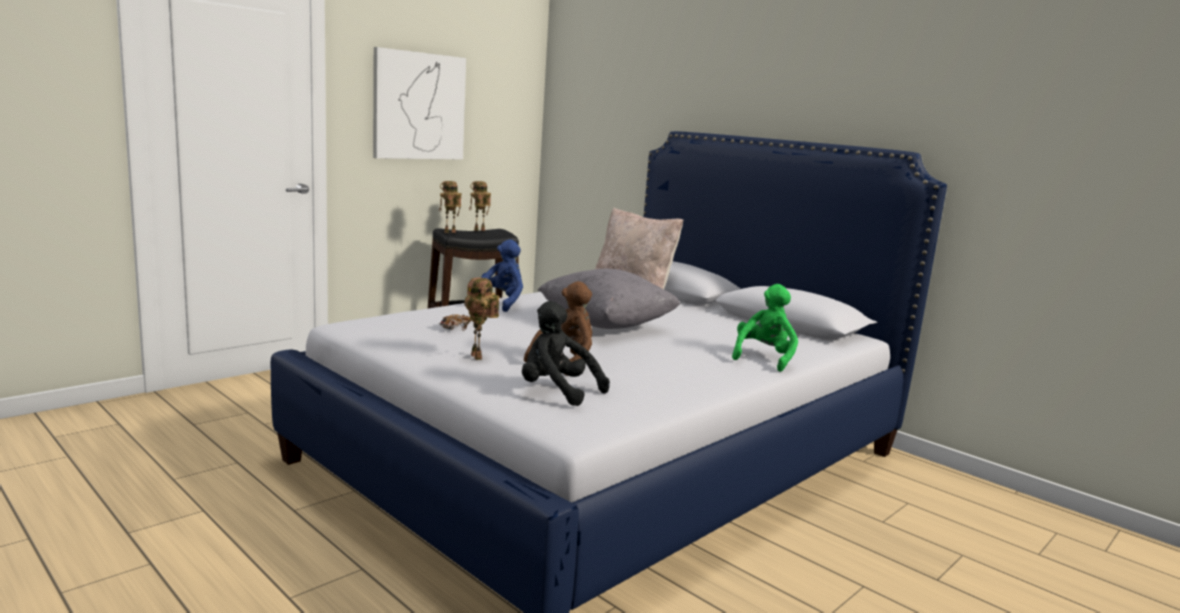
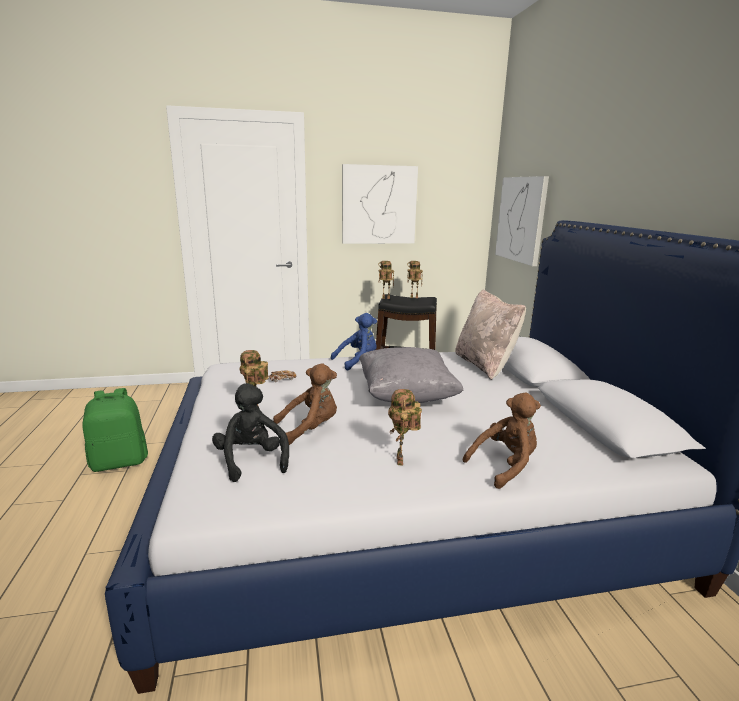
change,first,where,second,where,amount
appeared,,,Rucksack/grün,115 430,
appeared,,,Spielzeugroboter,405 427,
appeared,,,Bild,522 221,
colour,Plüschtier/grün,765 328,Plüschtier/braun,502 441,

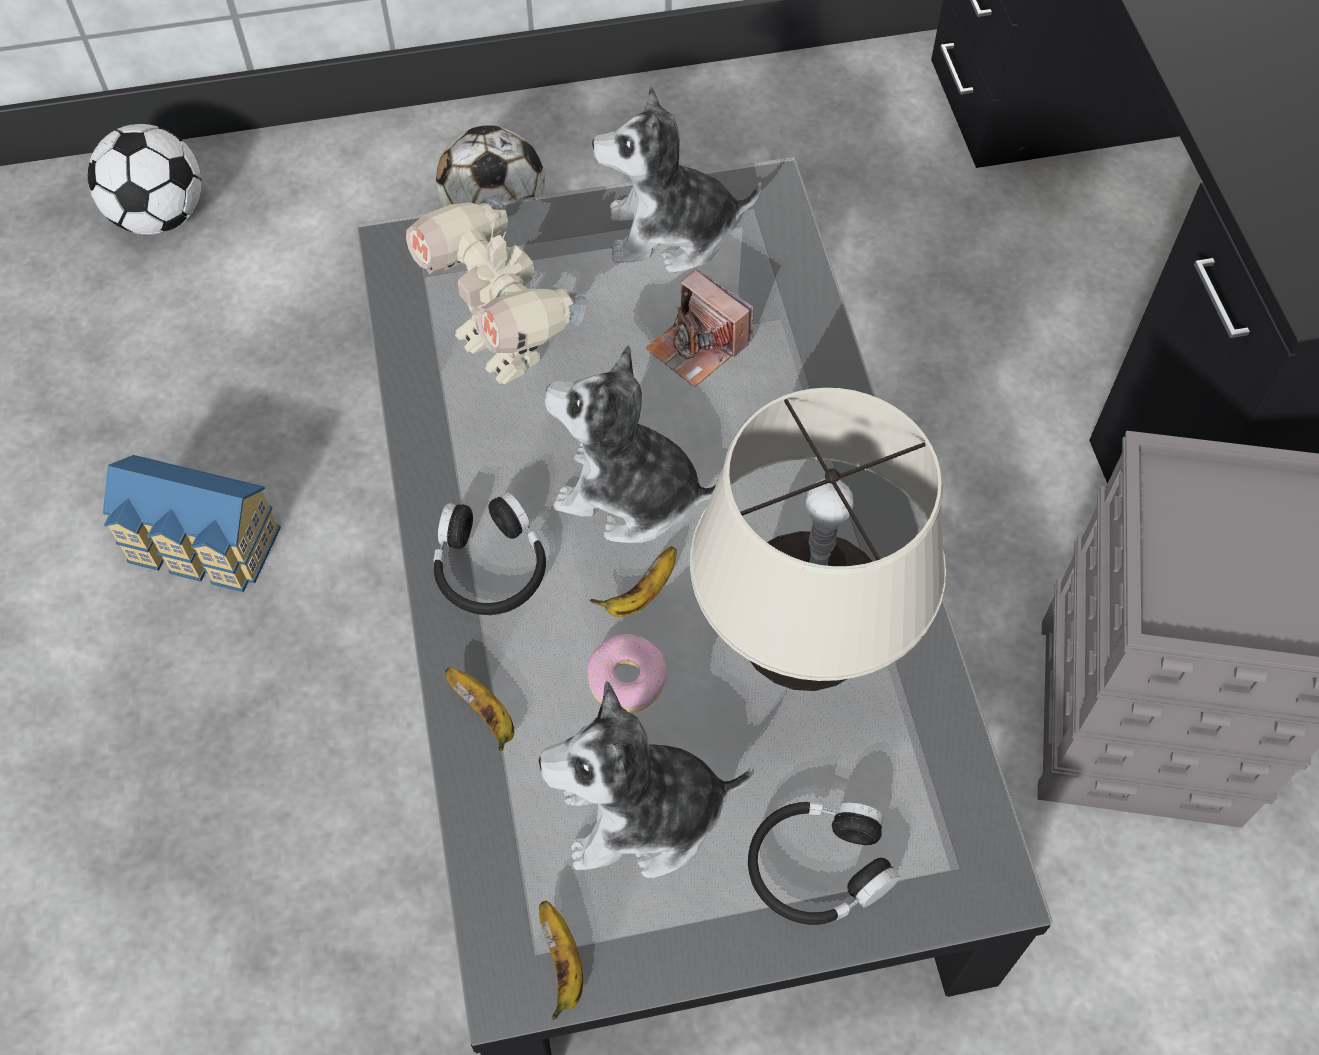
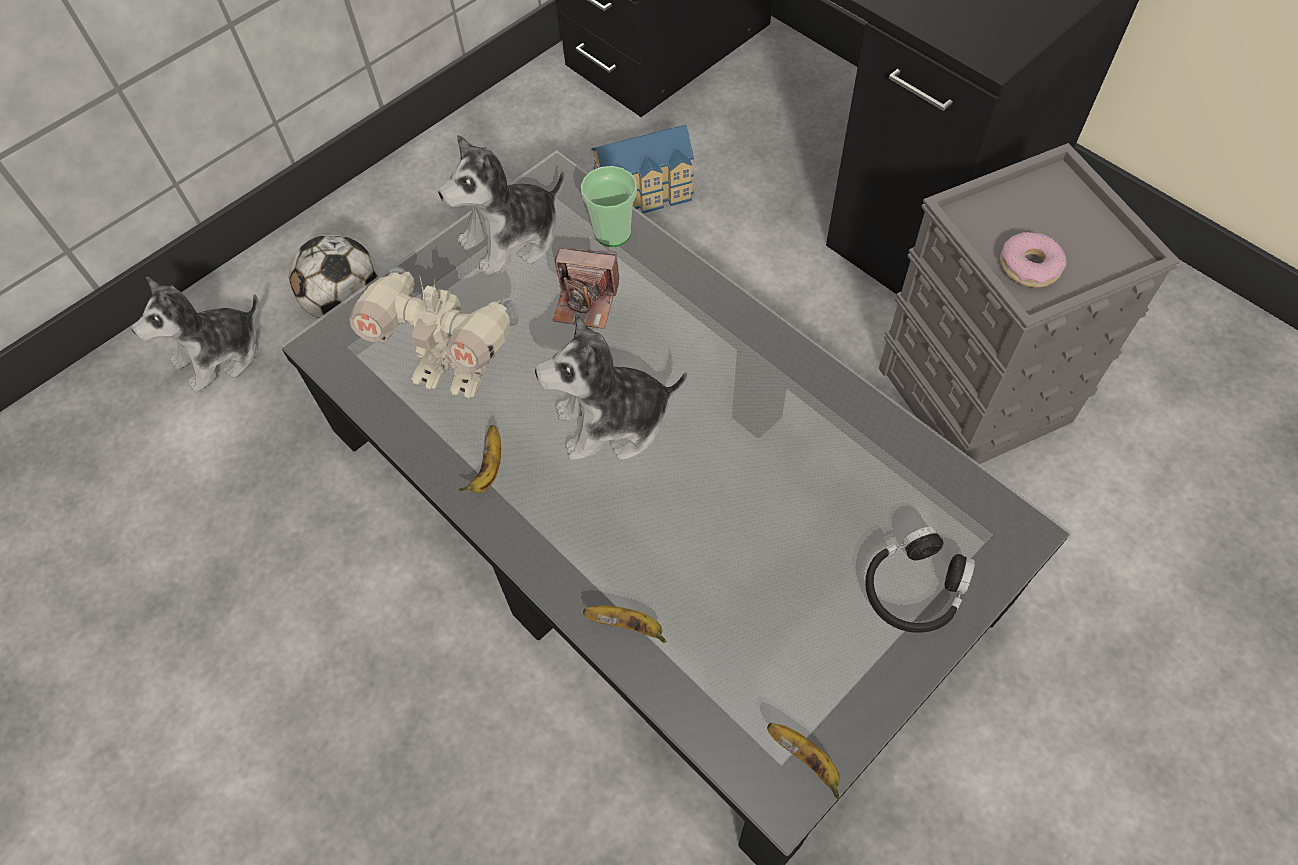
change,first,where,second,where,amount
missing,Fußball,145 179,,,
missing,Kopfhörer/schwarz,490 553,,,
missing,Tischlampe/beige,817 539,,,
appeared,,,Tasse,609 206,
relocated,Spielzeughaus,192 524,,642 169,
relocated,Plüschtier,646 779,,195 335,
relocated,Donut,627 673,,1033 260,
relocated,Banane,633 582,,479 459,

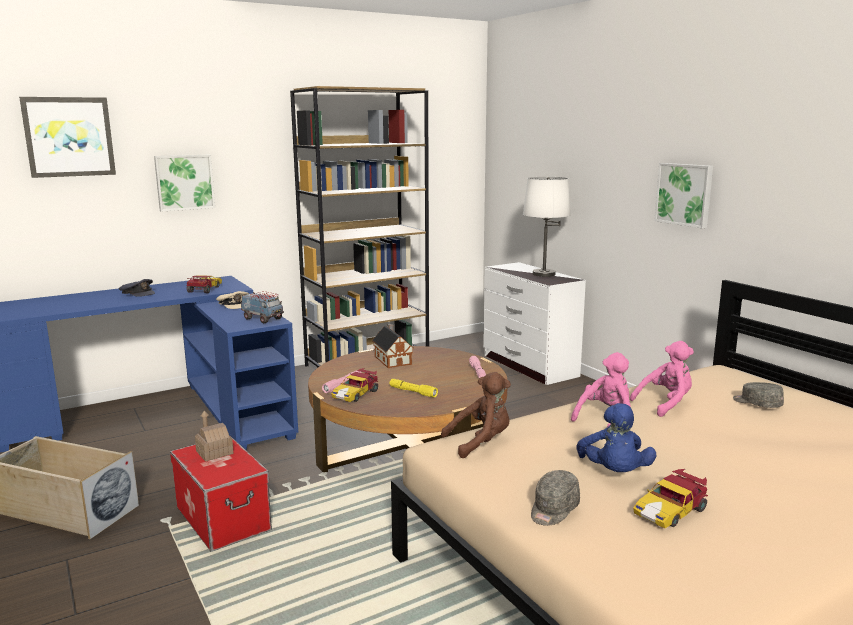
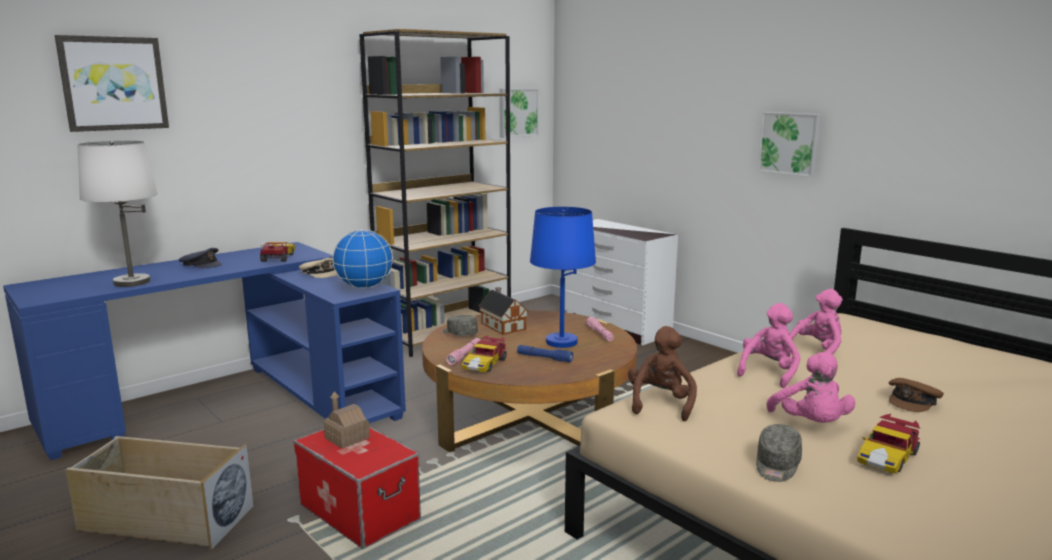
change,first,where,second,where,amount
appeared,,,Tischlampe/blau,563 277,
appeared,,,Kappe/braun,916 395,
relocated,Bild,184 183,,519 113,
relocated,Tischlampe/weiß,546 227,,117 214,
relocated,Kappe/grau,758 395,,460 325,
exchanged,Spielzeuglaster,262 307,Globus,362 259,
colour,Taschenlampe/gelb,414 388,Taschenlampe/blau,545 353,
colour,Plüschtier/blau,616 437,Plüschtier/rosa,810 387,
spun,Plüschtier/braun,476 415,,662 373,45 degrees counterclockwise

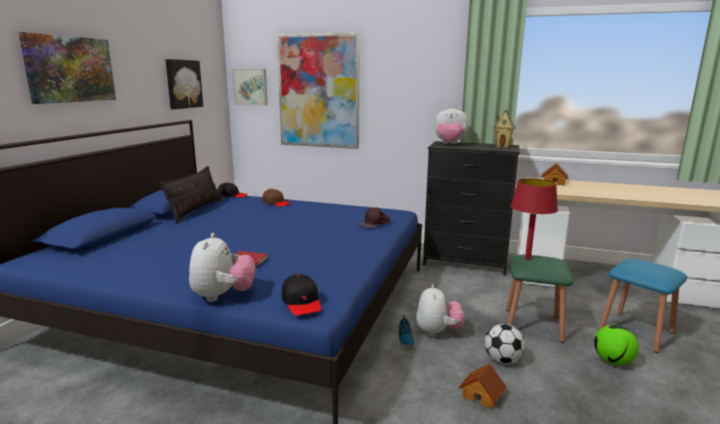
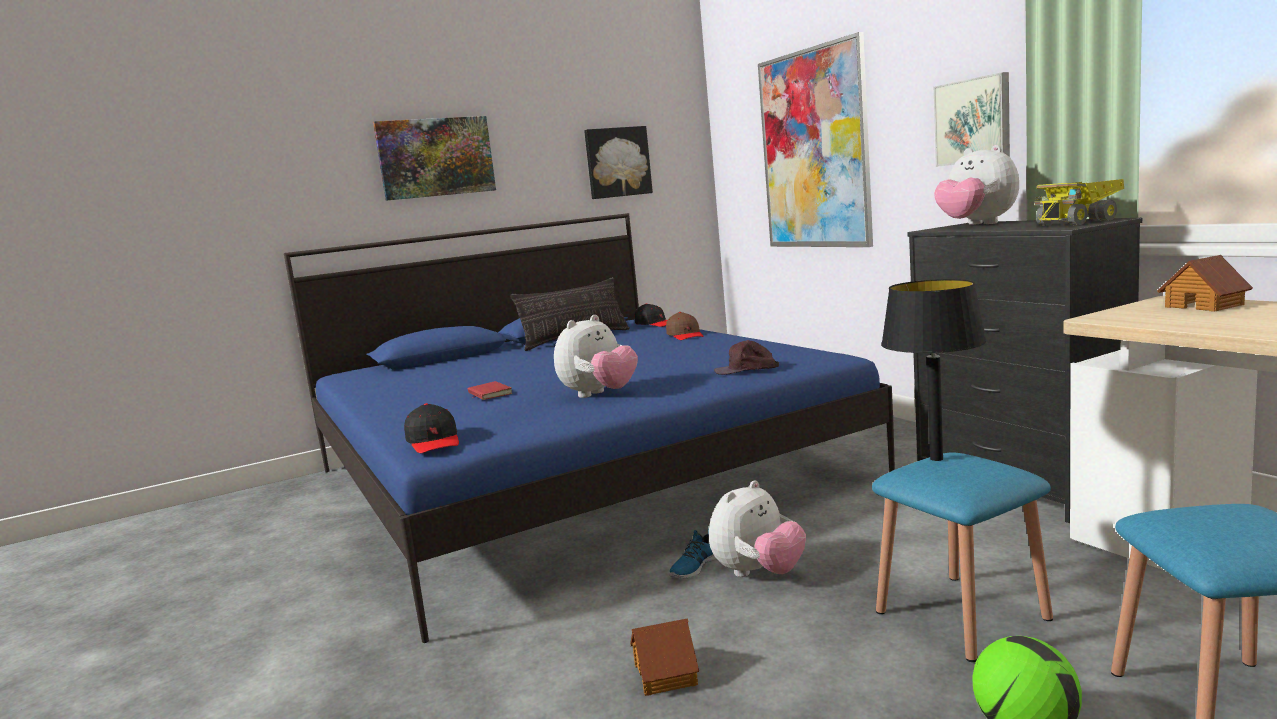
change,first,where,second,where,amount
missing,Fußball,505 344,,,
relocated,Plüschtier,222 267,,596 356,
relocated,Bild,250 87,,972 119,
exchanged,Spielzeughaus,504 128,Spielzeuglaster,1079 202,
colour,Hocker/grün,539 299,Hocker/blau,962 557,
colour,Tischlampe/rot,534 219,Tischlampe/schwarz,934 370,
spun,Kappe/schwarz,301 295,,431 428,45 degrees counterclockwise

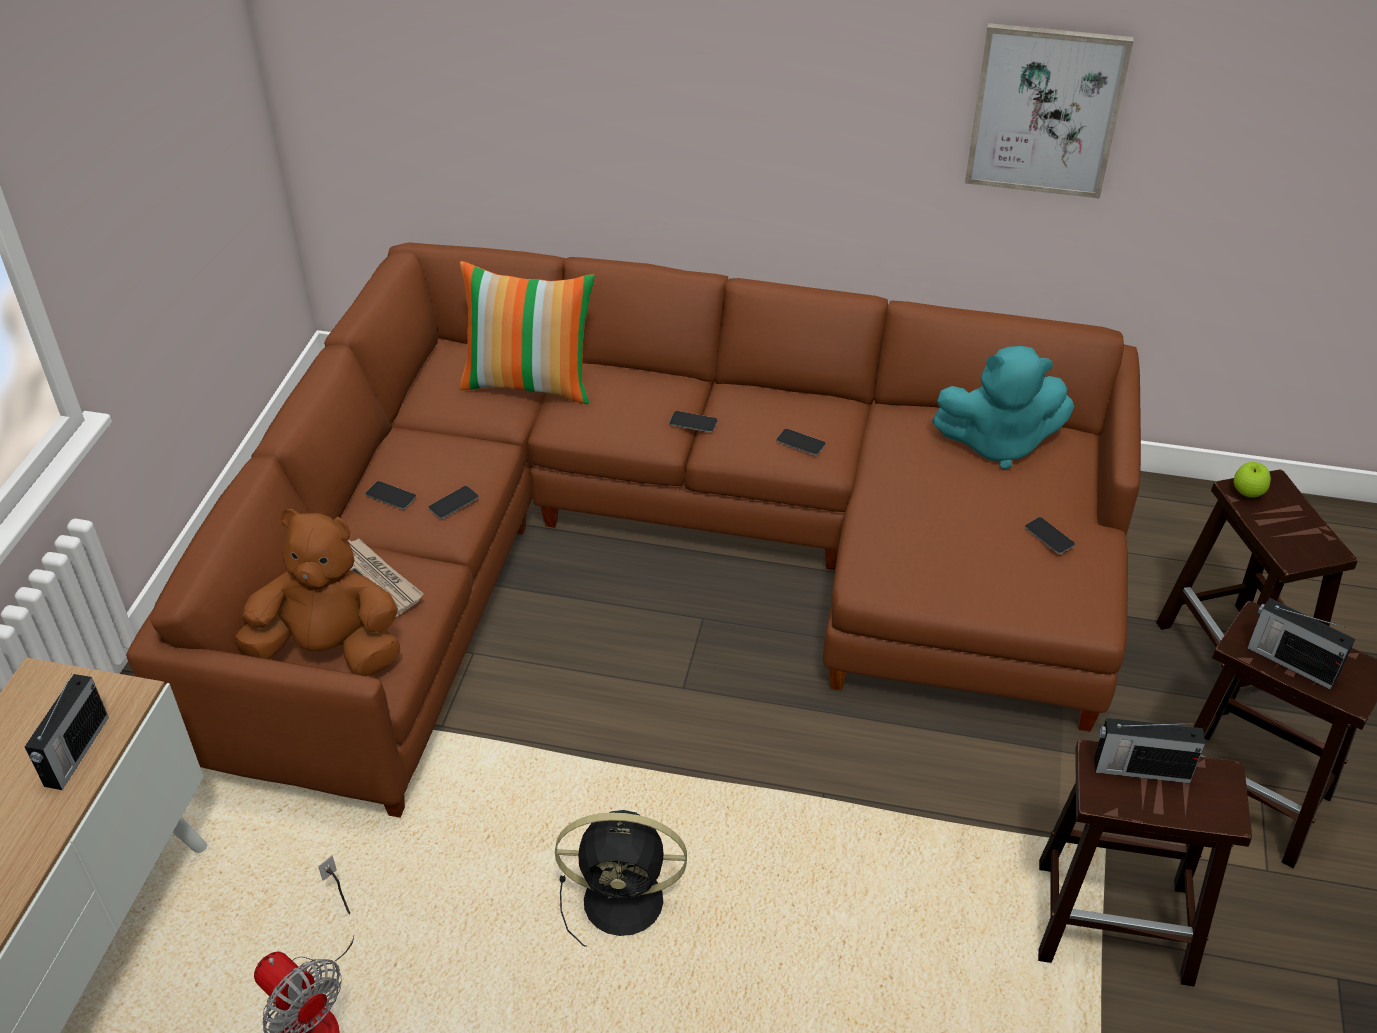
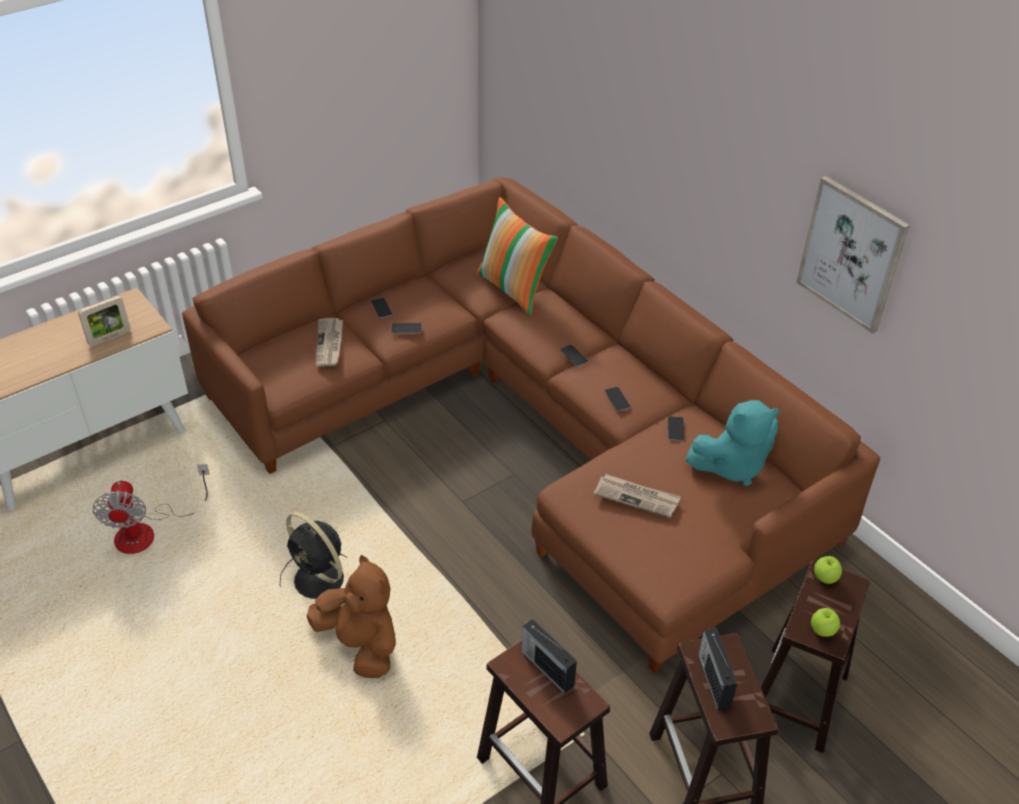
change,first,where,second,where,amount
appeared,,,Zeitung,637 496,
appeared,,,Apfel,825 622,
relocated,Plüschtier/braun,317 592,,351 616,
relocated,Handy,1050 535,,676 428,
exchanged,Radio,67 731,Bilderrahmen,104 321,
spun,Plüschtier/türkis,1003 408,,732 443,60 degrees counterclockwise

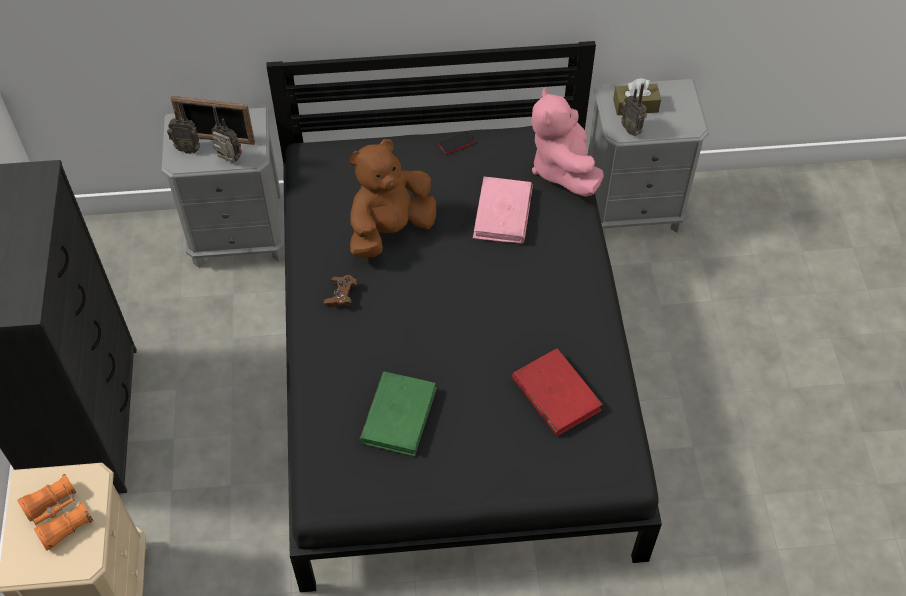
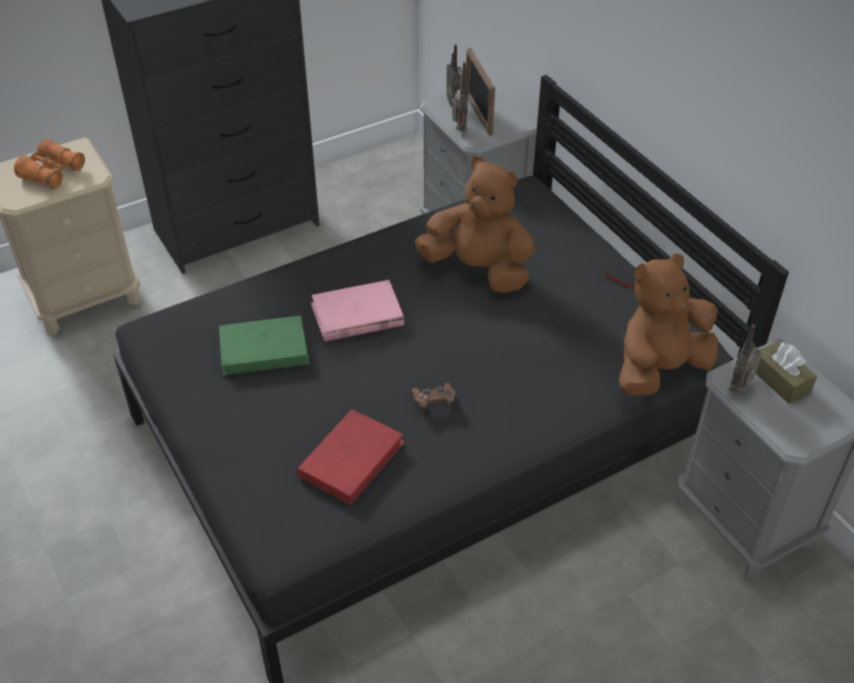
change,first,where,second,where,amount
relocated,Gamepad/braun,341 291,,433 398,
relocated,Buch/rosa,503 210,,357 310,
colour,Plüschtier/rosa,568 142,Plüschtier/braun,668 324,

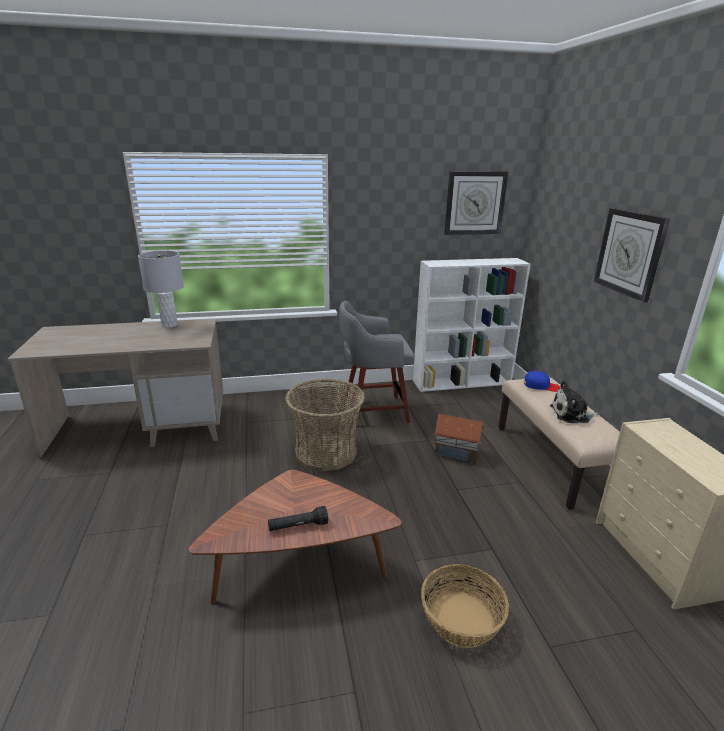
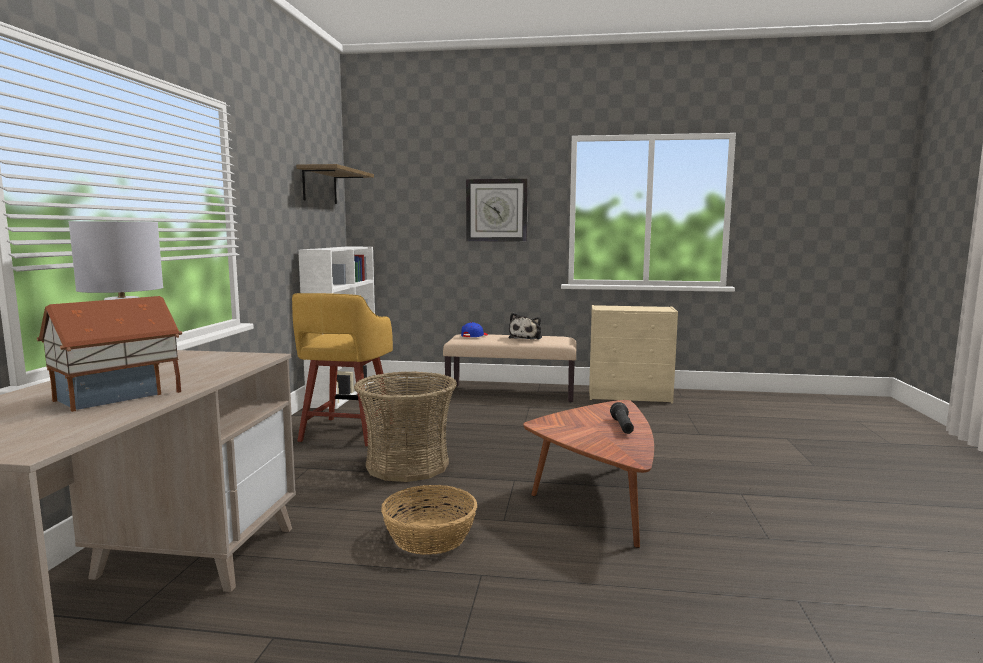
change,first,where,second,where,amount
relocated,Korb,465 606,,429 520,
relocated,Spielzeughaus,459 439,,109 354,
exchanged,Wanduhr,476 203,Wandregal,335 184,
colour,Hocker/grau,377 362,Hocker/gelb,342 369,

